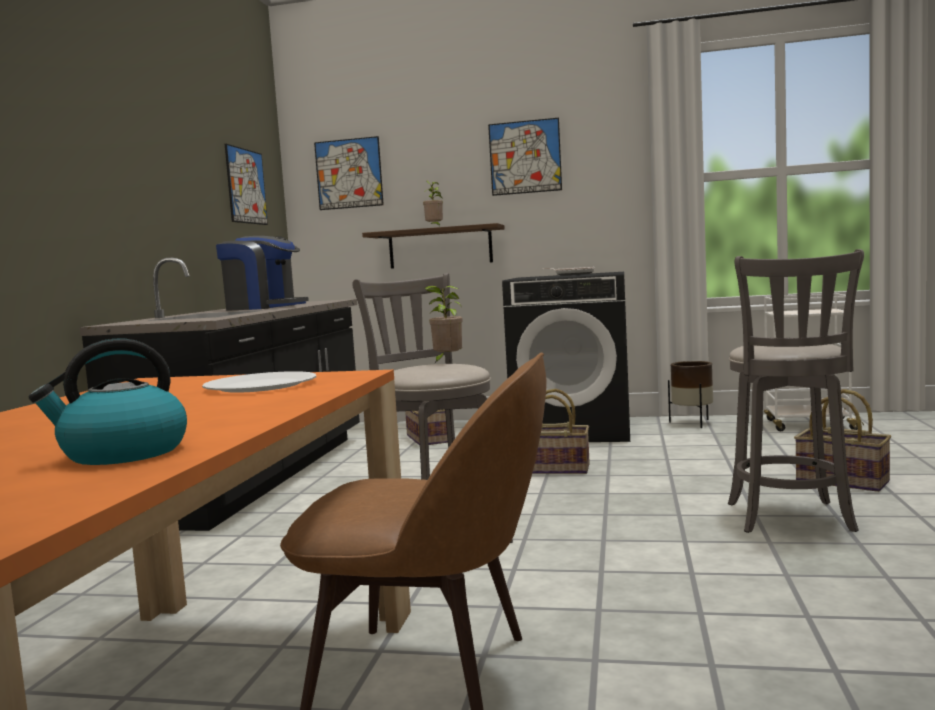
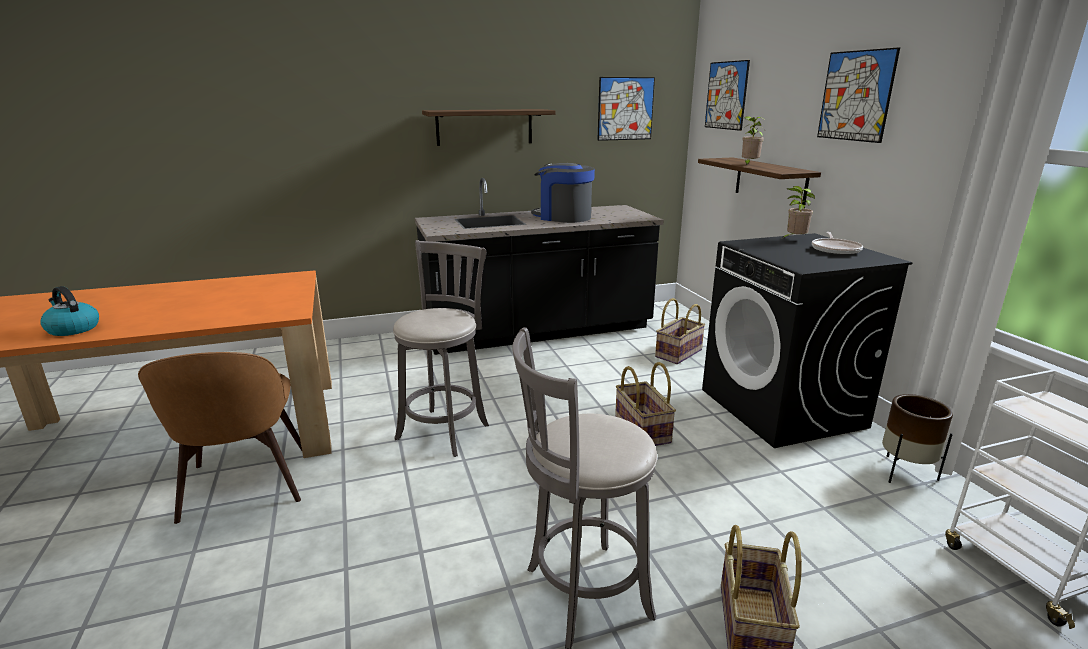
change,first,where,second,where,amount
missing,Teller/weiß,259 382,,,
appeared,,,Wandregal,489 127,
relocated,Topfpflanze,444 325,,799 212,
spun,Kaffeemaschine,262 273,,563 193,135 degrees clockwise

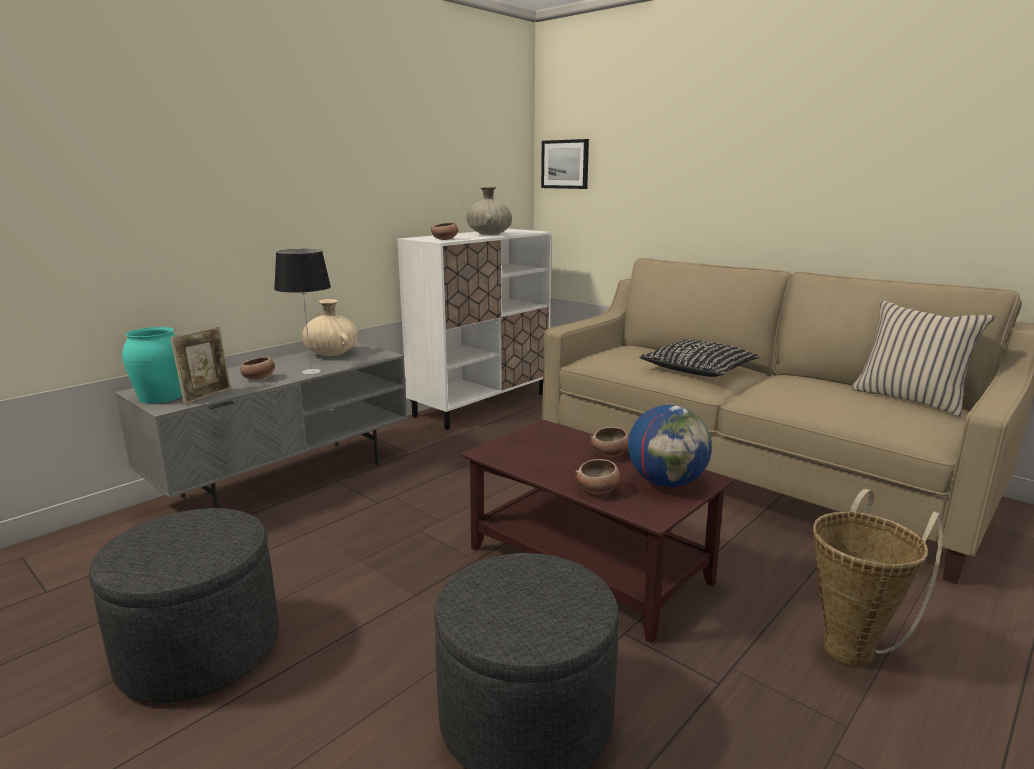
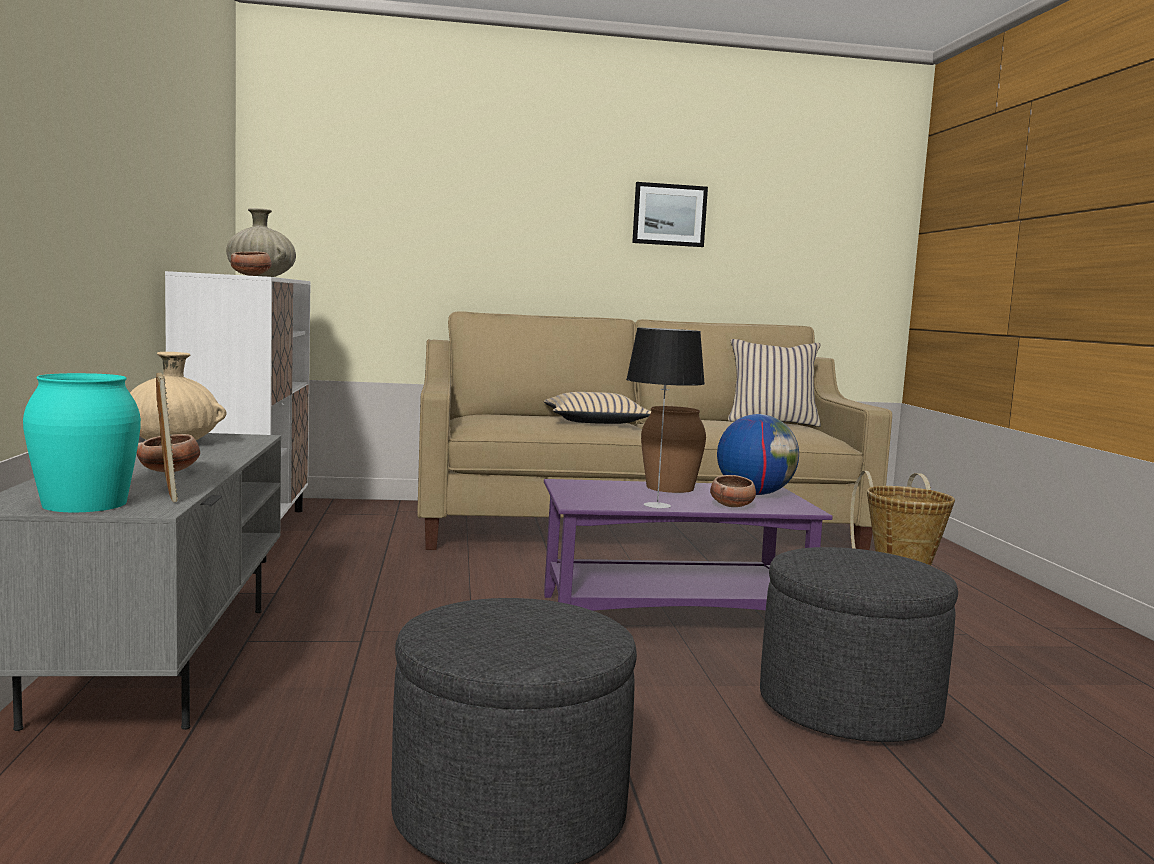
change,first,where,second,where,amount
relocated,Tischlampe,302 311,,665 418,
relocated,Bild,565 164,,670 214,
exchanged,Schüssel,609 442,Vase/braun,673 449,
colour,Couchtisch/braun,597 531,Couchtisch/lila,688 545,
colour,Kissen/schwarz,699 358,Kissen/beige,597 408,

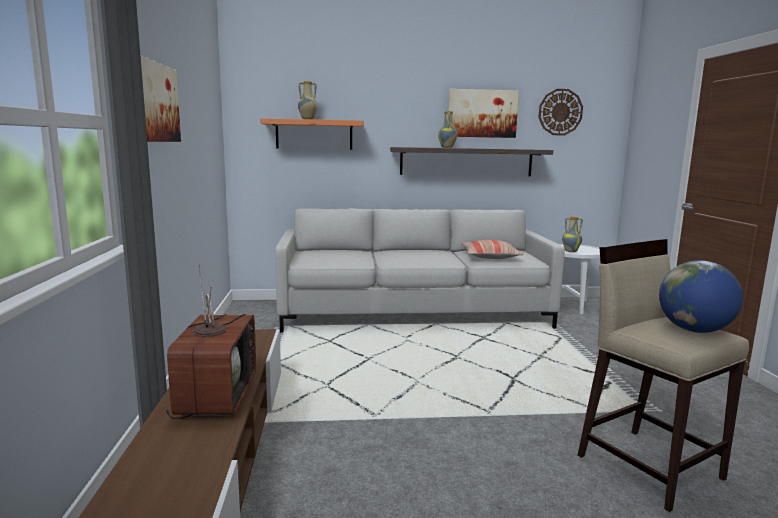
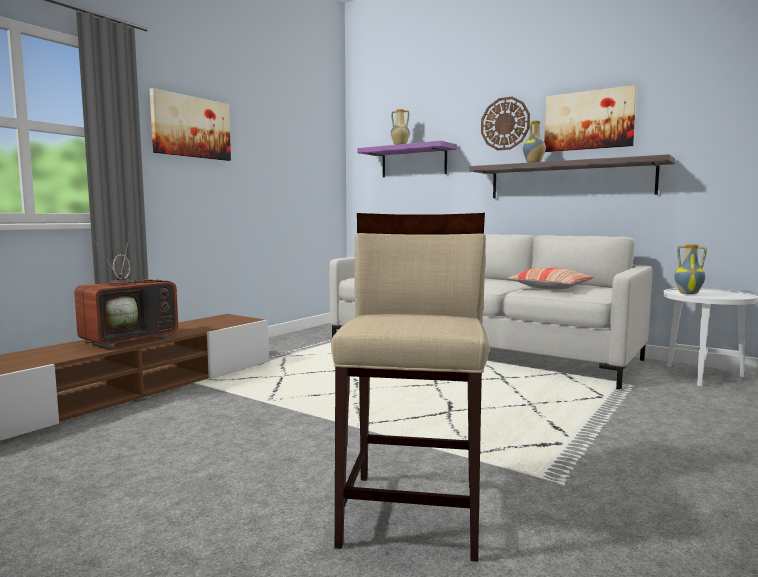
change,first,where,second,where,amount
missing,Globus,701 296,,,
relocated,Wanduhr,560 112,,505 123,
colour,Wandregal/orange,312 134,Wandregal/lila,407 159,

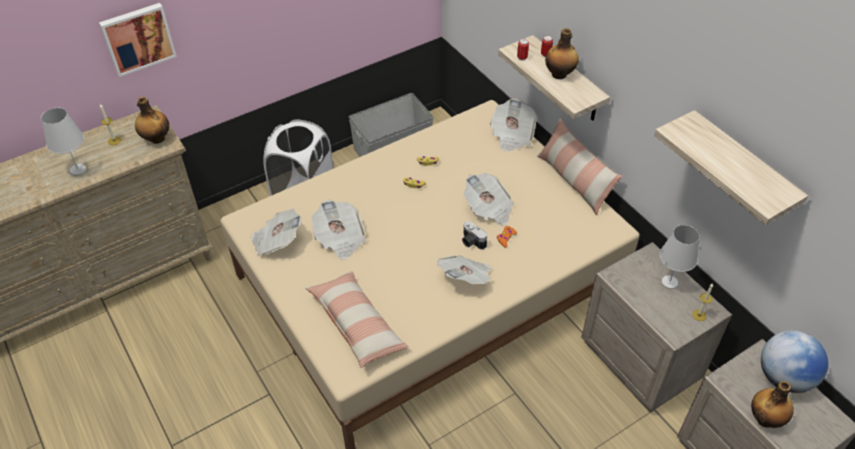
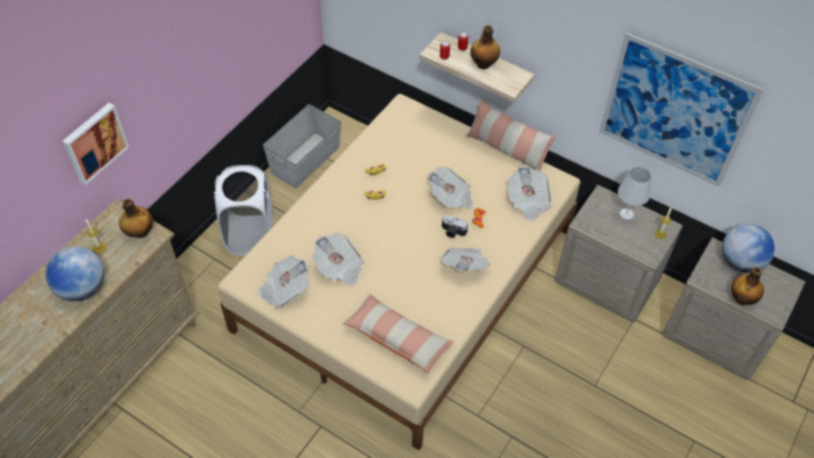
change,first,where,second,where,amount
relocated,Zeitung,513 125,,529 193,
exchanged,Tischlampe/weiß,63 142,Globus,75 273,
exchanged,Wandregal,731 167,Bild,681 109,

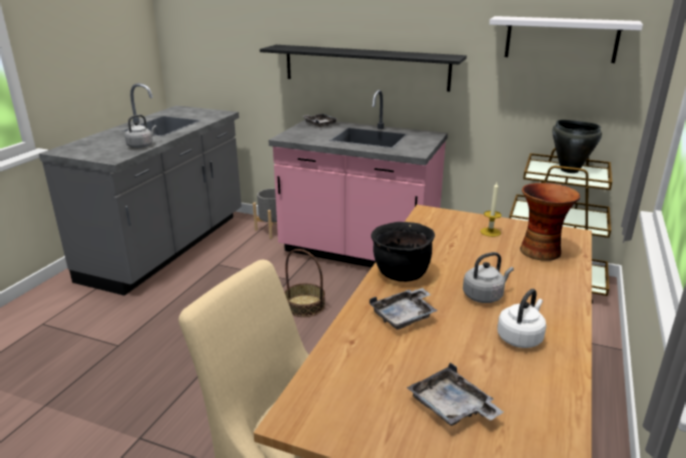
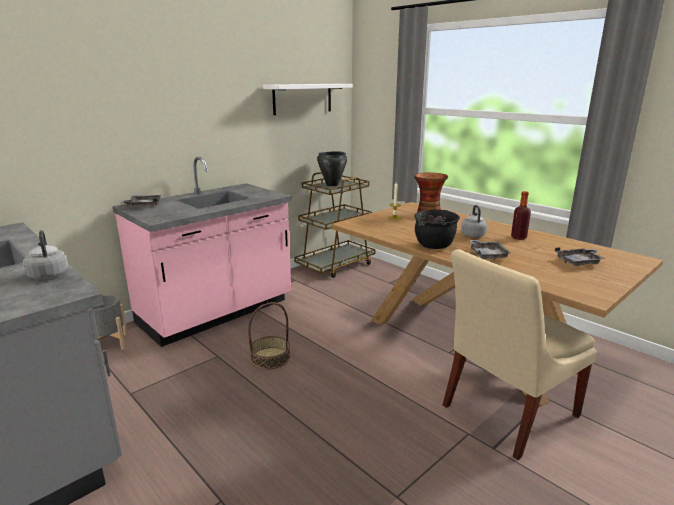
change,first,where,second,where,amount
missing,Wandregal/schwarz,363 68,,,
exchanged,Wasserkessel/weiß,521 318,Flasche,521 215,

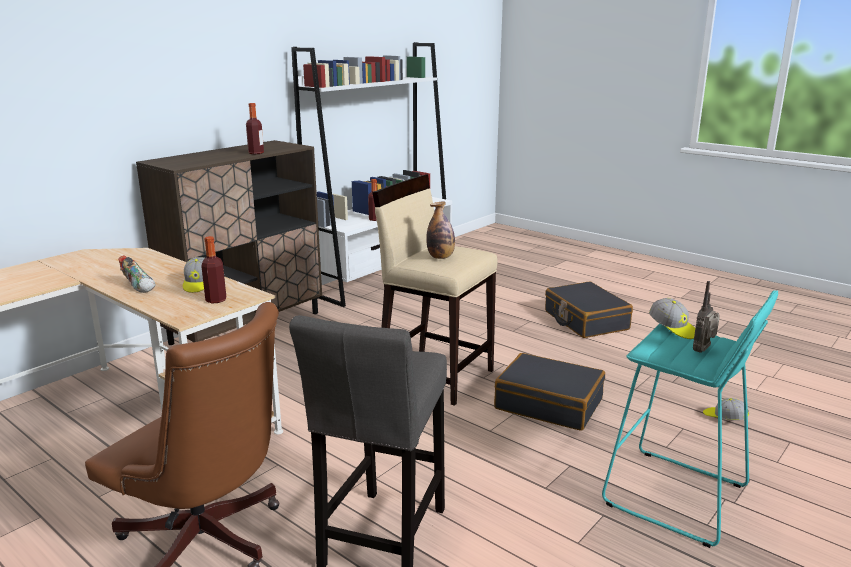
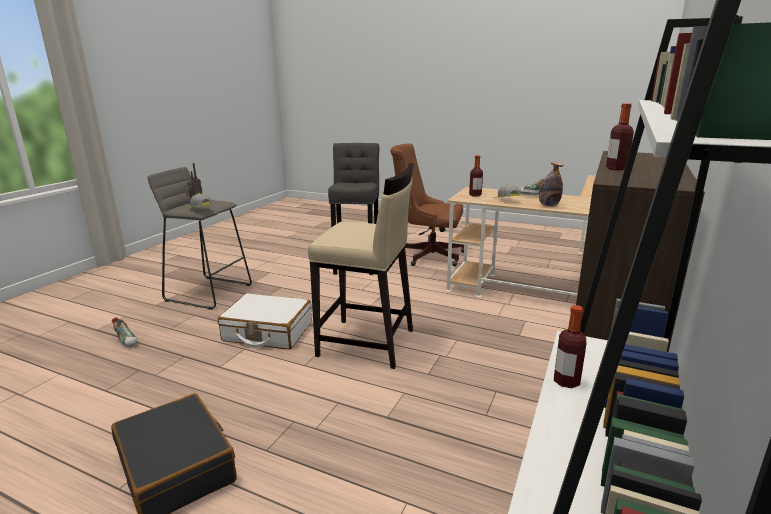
change,first,where,second,where,amount
relocated,Flasche,440 230,,551 184,
exchanged,Kappe,726 409,Schuh,124 332,
colour,Koffer/schwarz,549 392,Koffer/weiß,265 321,
colour,Hocker/türkis,690 419,Hocker/grau,200 238,

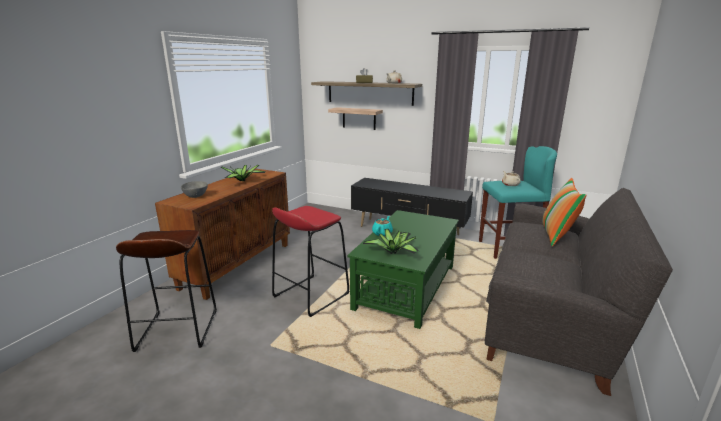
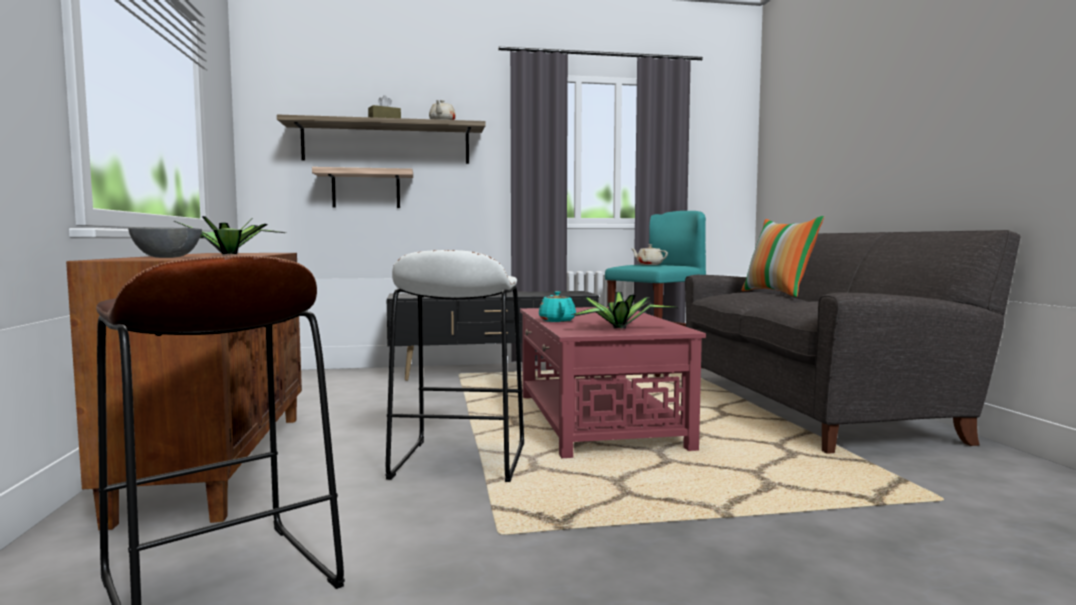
change,first,where,second,where,amount
colour,Hocker/rot,311 261,Hocker/weiß,454 366,
colour,Couchtisch/grün,403 269,Couchtisch/rot,613 382,

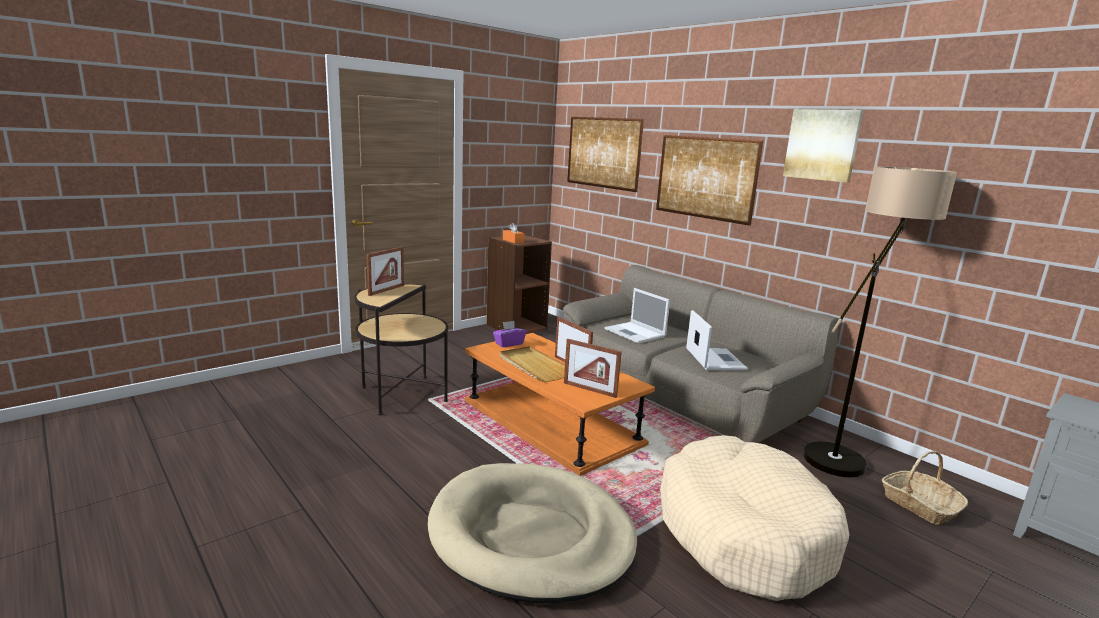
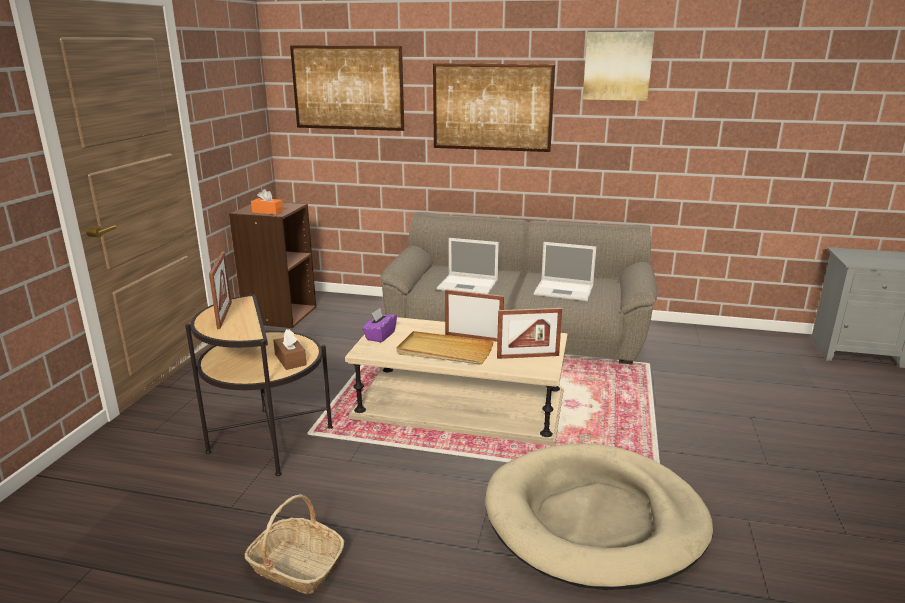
change,first,where,second,where,amount
missing,Hundebett/beige,755 518,,,
missing,Stehlampe,880 321,,,
appeared,,,Taschentuchbox/braun,290 349,
relocated,Korb,925 488,,295 544,
colour,Couchtisch/orange,560 404,Couchtisch/beige,456 381,
spun,Laptop,717 340,,565 271,150 degrees clockwise

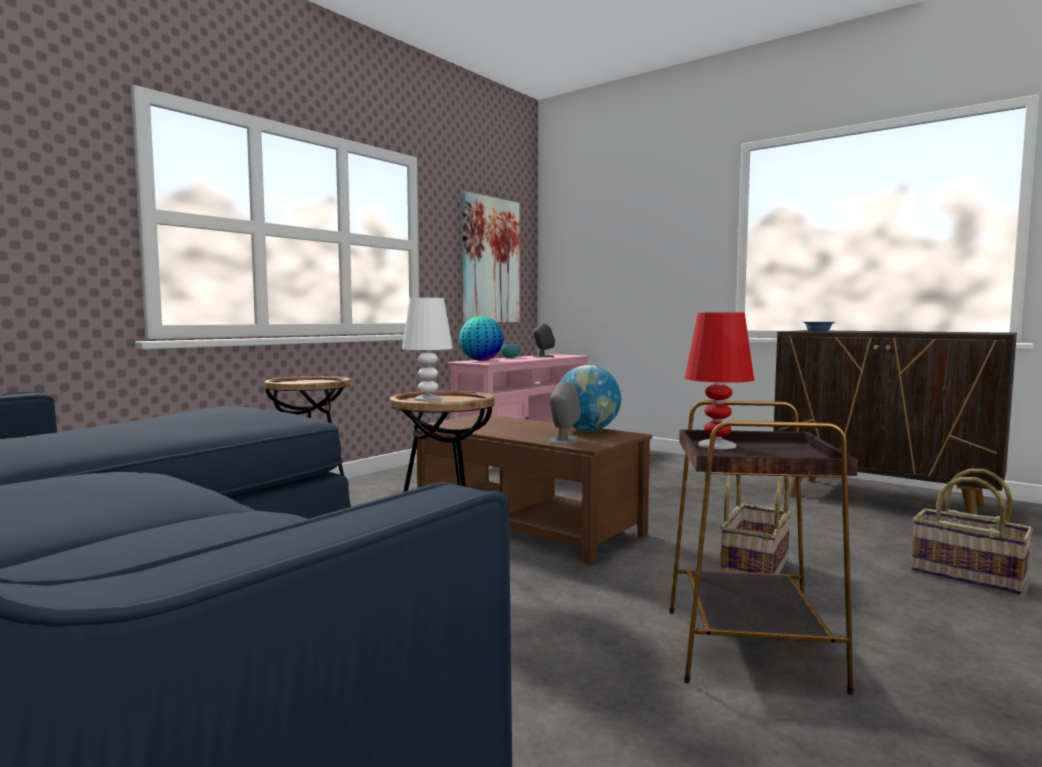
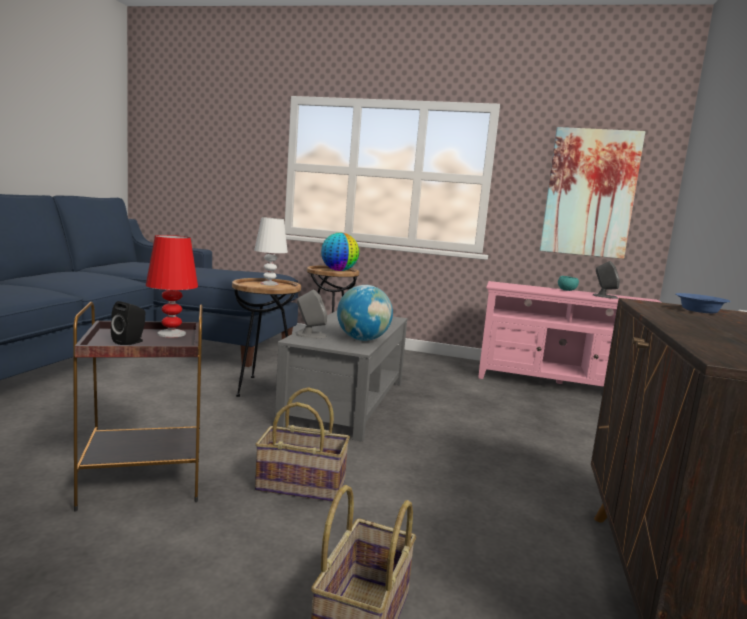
change,first,where,second,where,amount
appeared,,,Lautsprecher/schwarz,128 323,
relocated,Globus,481 338,,340 252,
colour,Couchtisch/braun,534 490,Couchtisch/grau,341 376,

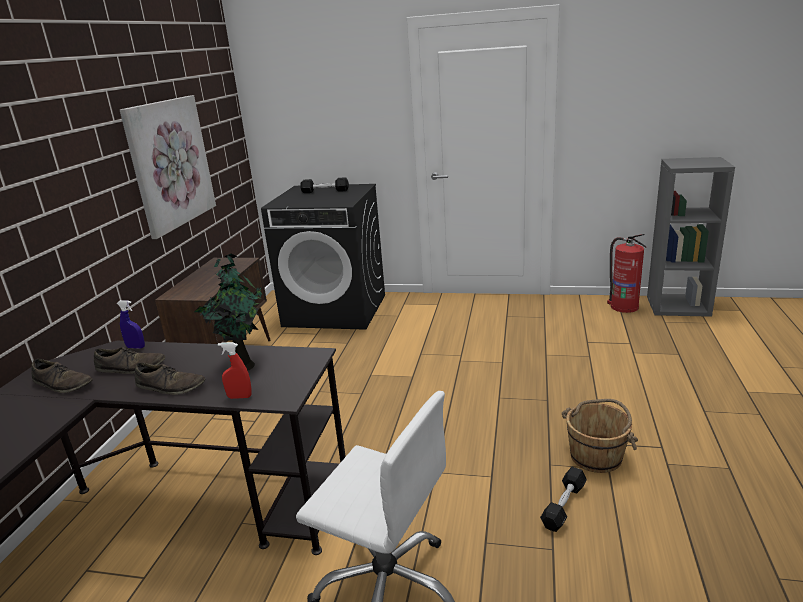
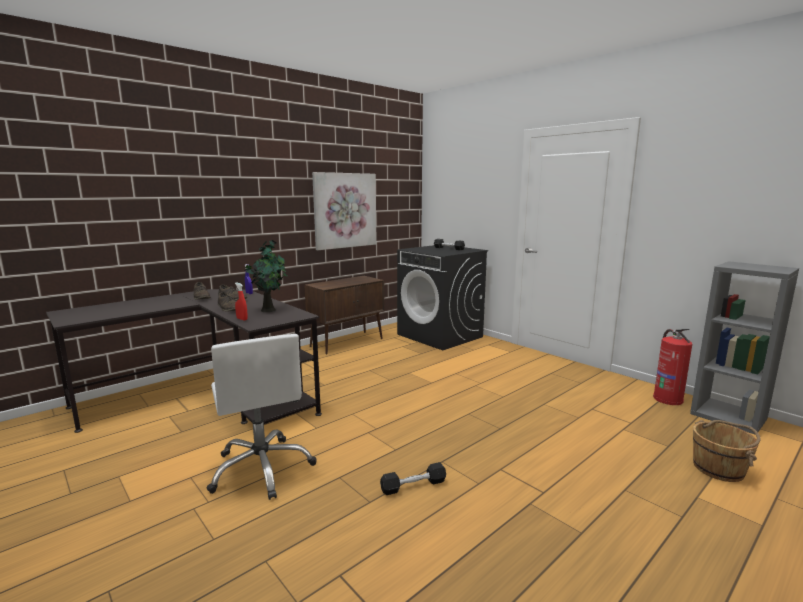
change,first,where,second,where,amount
relocated,Eimer/braun,600 436,,727 451,

